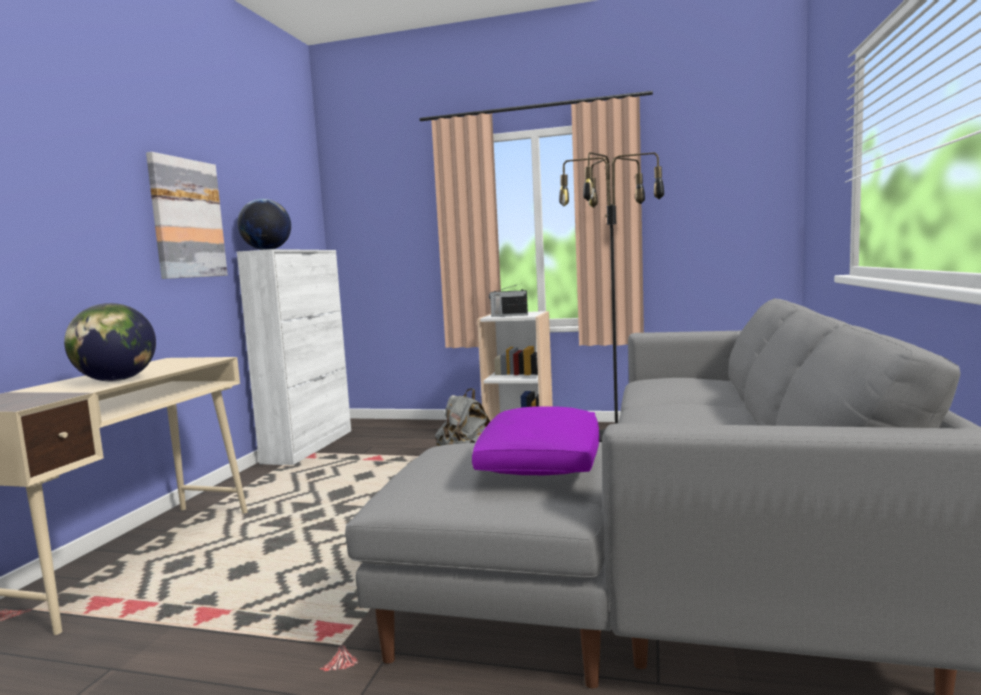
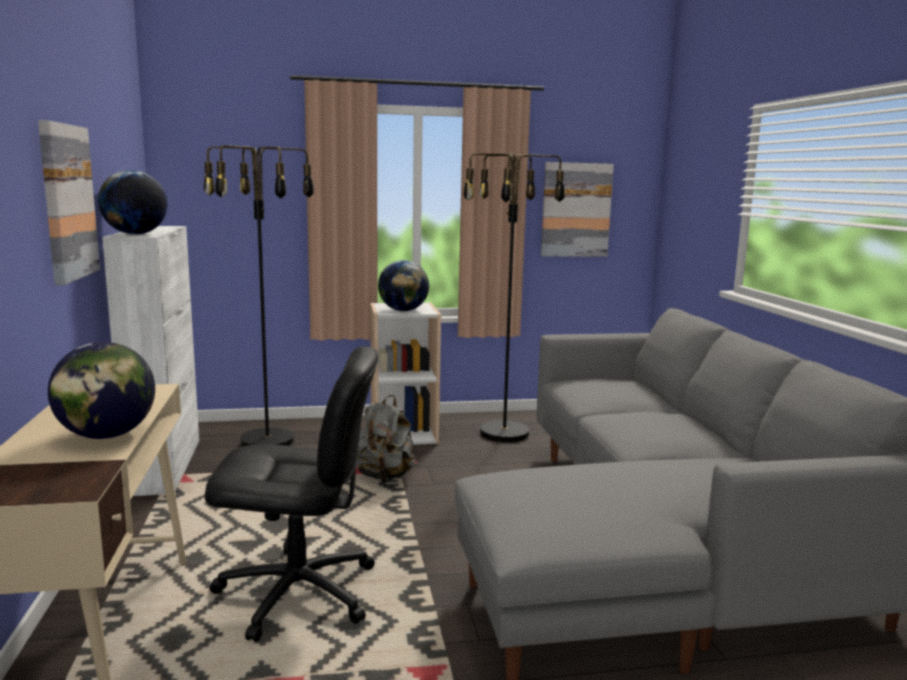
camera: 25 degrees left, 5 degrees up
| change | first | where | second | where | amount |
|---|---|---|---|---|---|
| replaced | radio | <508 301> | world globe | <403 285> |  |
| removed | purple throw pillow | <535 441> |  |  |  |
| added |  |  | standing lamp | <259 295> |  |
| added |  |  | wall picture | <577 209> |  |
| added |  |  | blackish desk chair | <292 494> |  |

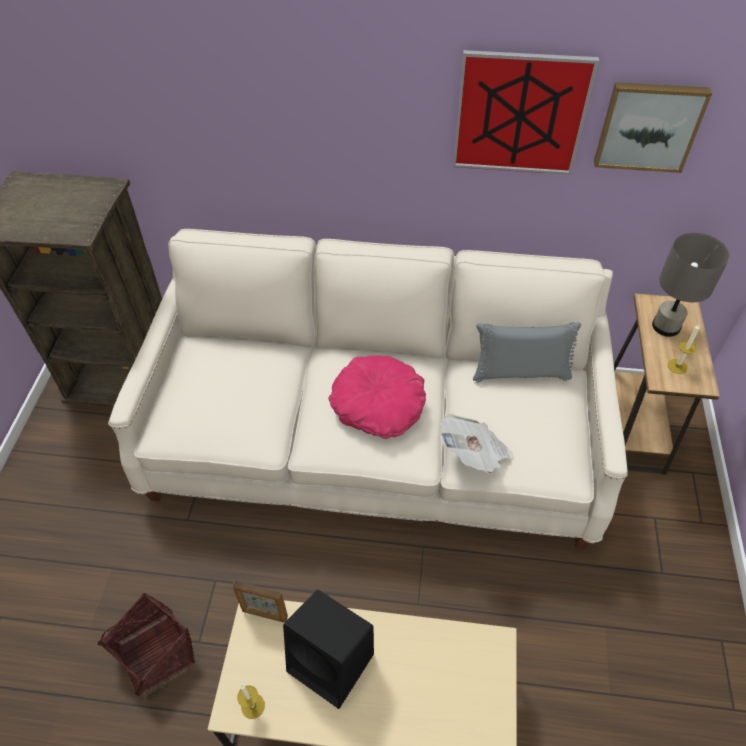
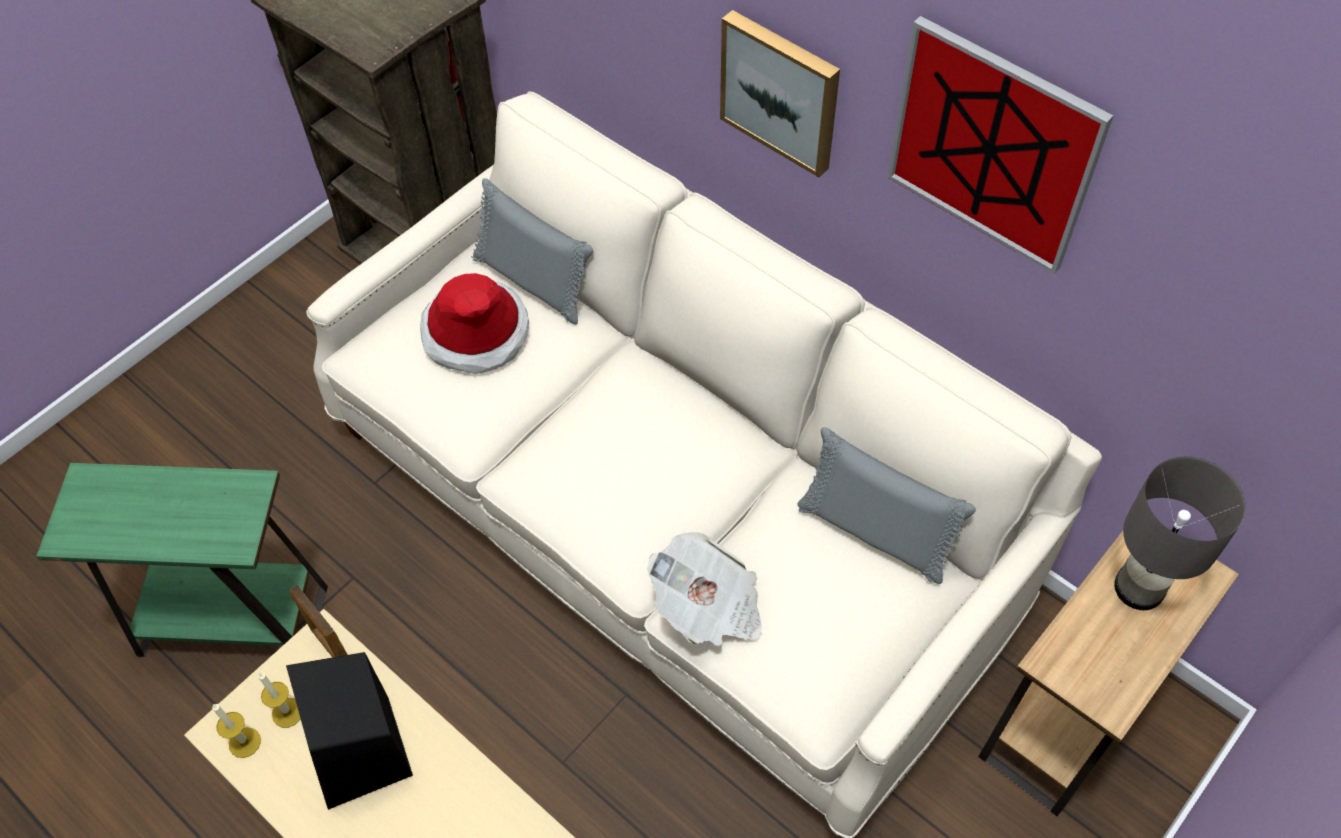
camera: 35 degrees right, 5 degrees up
| change | first | where | second | where | amount |
|---|---|---|---|---|---|
| moved | wall picture | <653 127> |  | <780 93> |  |
| moved | candle | <684 349> |  | <279 700> |  |
| removed | pink throw pillow | <377 397> |  |  |  |
| replaced | storage basket | <146 644> | green side table | <182 560> |  |
| added |  |  | grey throw pillow | <532 251> |  |
| added |  |  | clothing hat | <474 323> |  |

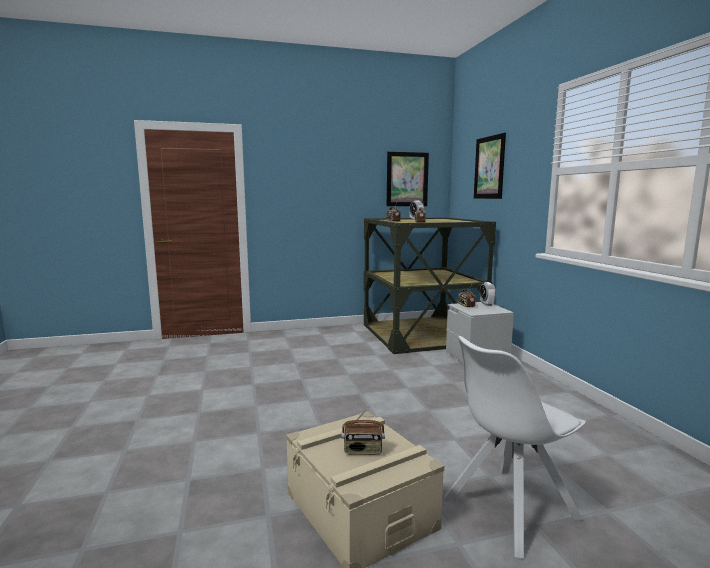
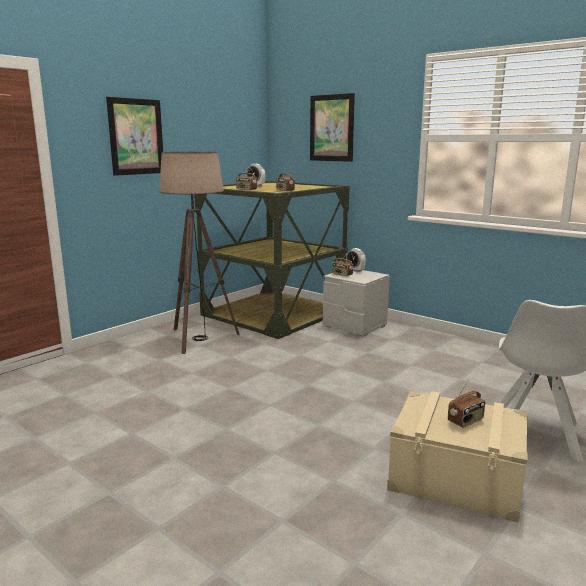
camera: 35 degrees left, 5 degrees up
| change | first | where | second | where | amount |
|---|---|---|---|---|---|
| moved | wall picture | <408 179> |  | <134 136> |  |
| added |  |  | standing lamp | <199 253> |  |

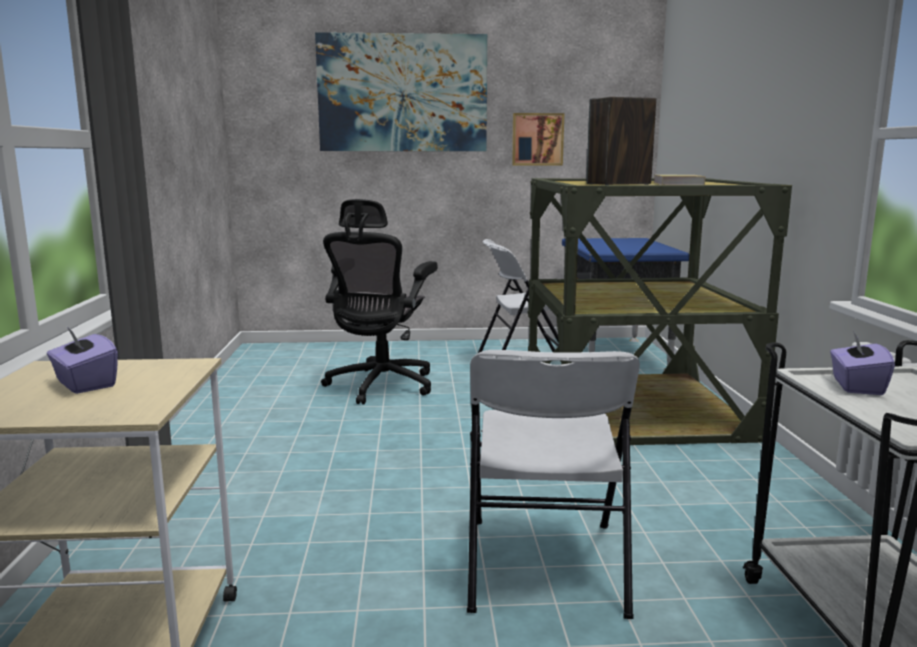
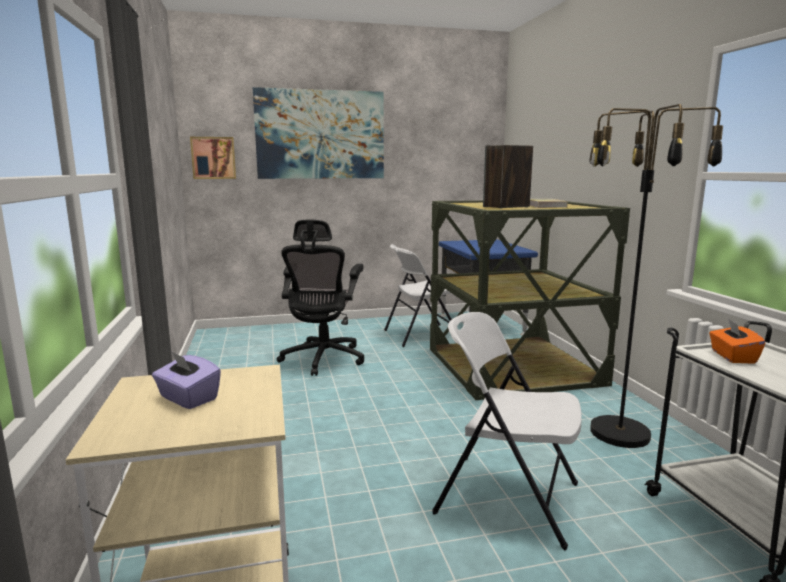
camera: 10 degrees left, 0 degrees up
| change | first | where | second | where | amount |
|---|---|---|---|---|---|
| moved | wall picture | <538 139> |  | <213 158> |  |
| recoloured | purple box of tissues | <862 363> | orangey box of tissues | <737 342> |  |
| turned | white chair | <553 484> |  | <507 431> | 120 degrees clockwise |
| added |  |  | standing lamp | <656 276> |  |

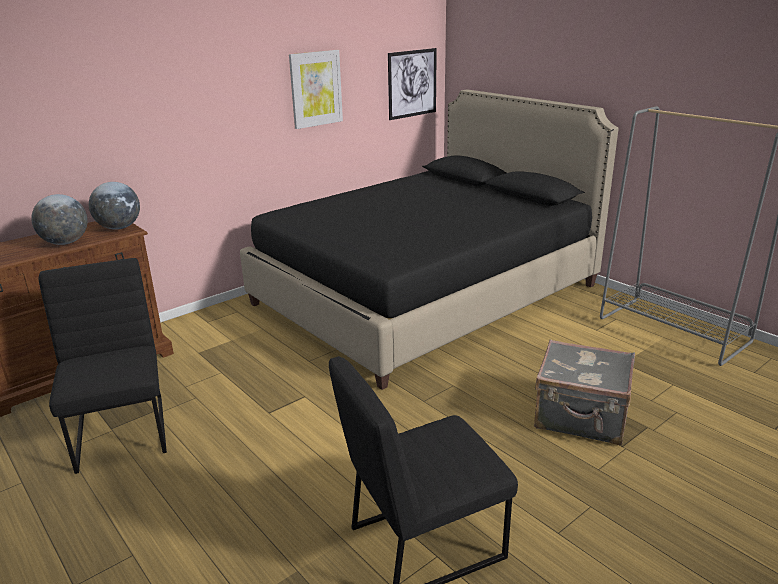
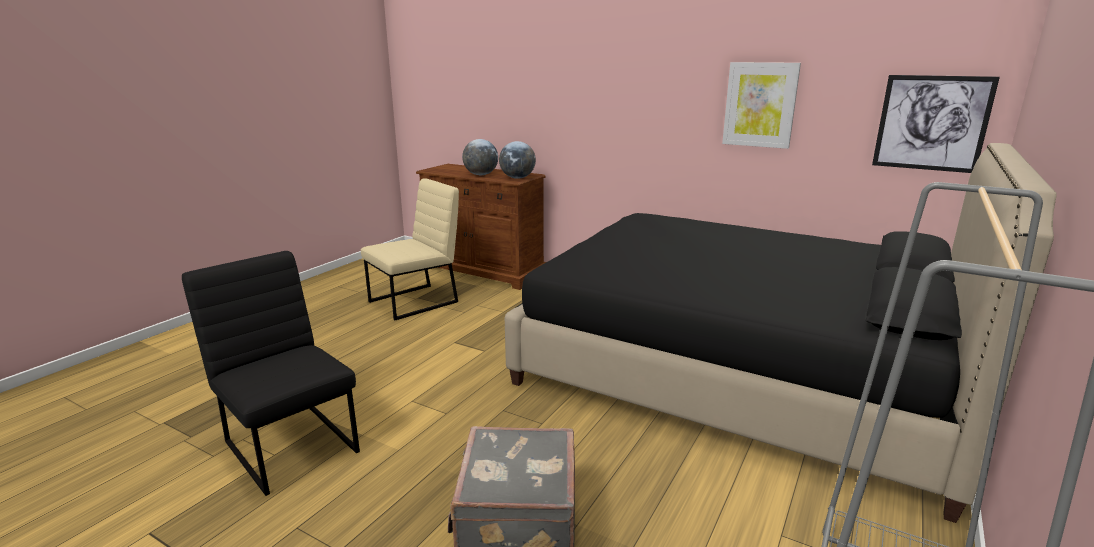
camera: 70 degrees right, 5 degrees down
| change | first | where | second | where | amount |
|---|---|---|---|---|---|
| recoloured | blackish chair | <103 366> | sand-coloured chair | <410 249> |  |

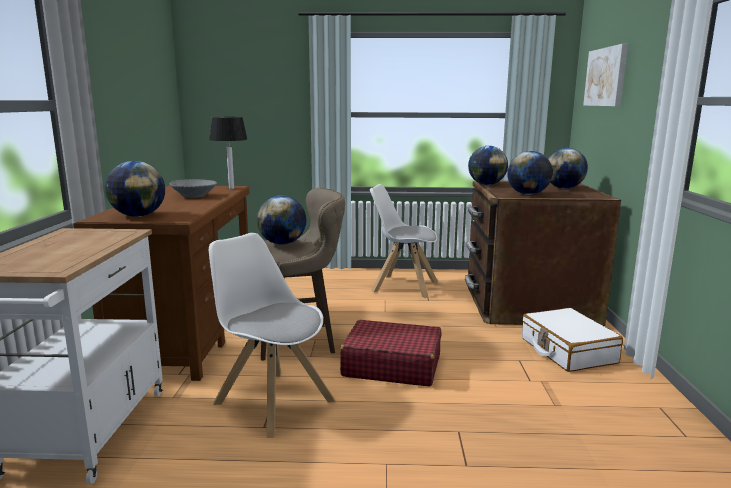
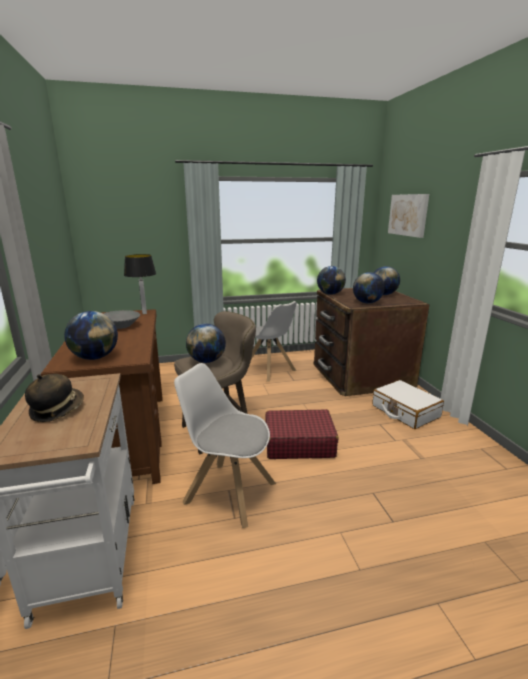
camera: 15 degrees left, 5 degrees up
| change | first | where | second | where | amount |
|---|---|---|---|---|---|
| turned | chair | <404 241> |  | <274 341> | 135 degrees counterclockwise |
| added |  |  | clothing hat | <54 398> |  |

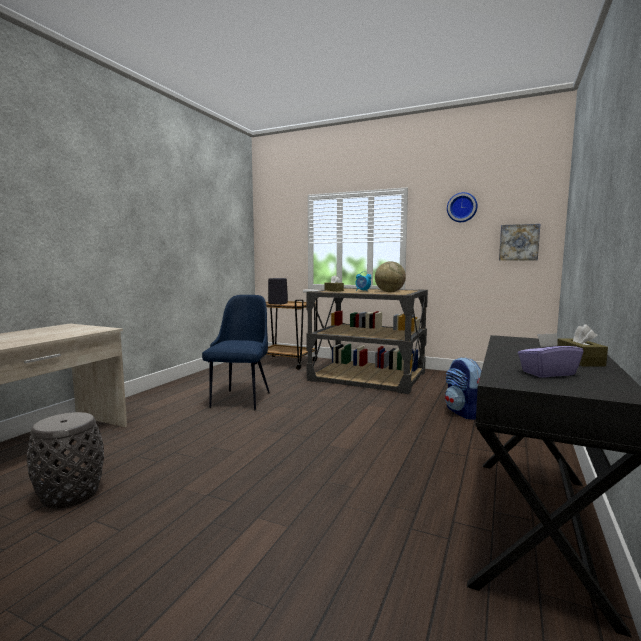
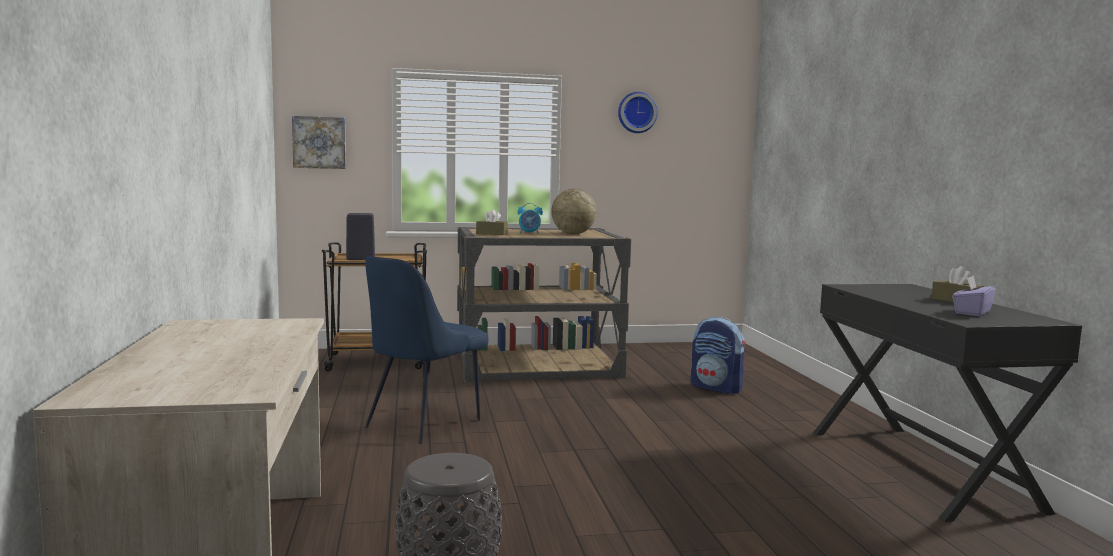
camera: 35 degrees left, 0 degrees up
| change | first | where | second | where | amount |
|---|---|---|---|---|---|
| moved | wall picture | <519 242> |  | <319 142> |  |
| turned | blue-coloured chair | <236 353> |  | <426 350> | 120 degrees counterclockwise |

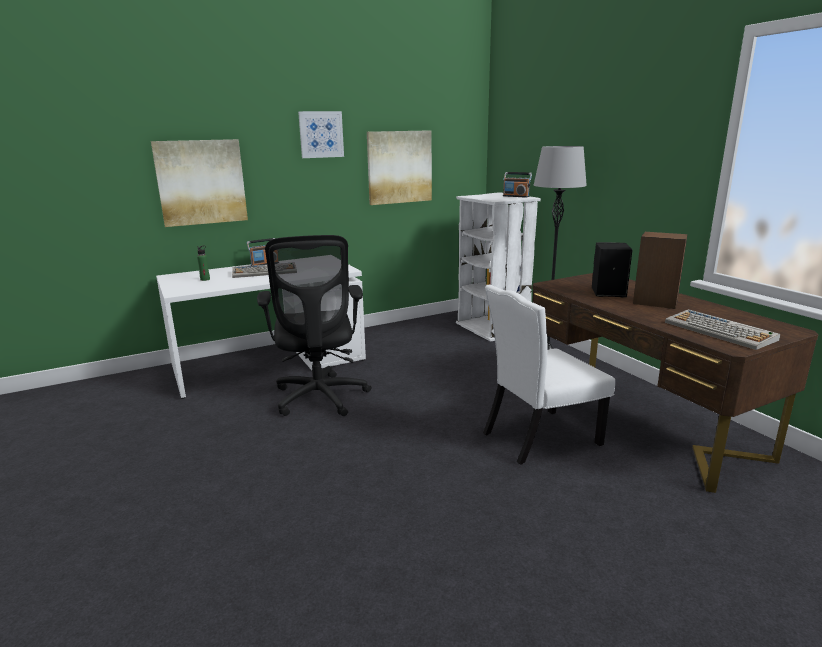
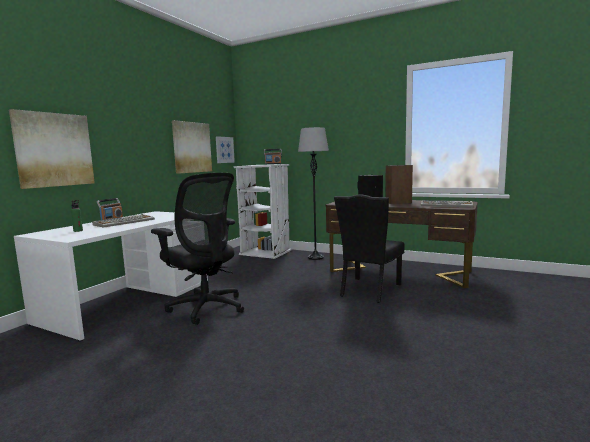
camera: 35 degrees left, 10 degrees down
| change | first | where | second | where | amount |
|---|---|---|---|---|---|
| moved | wall picture | <321 134> |  | <225 149> |  |
| recoloured | white chair | <549 375> | blackish chair | <369 248> |  |

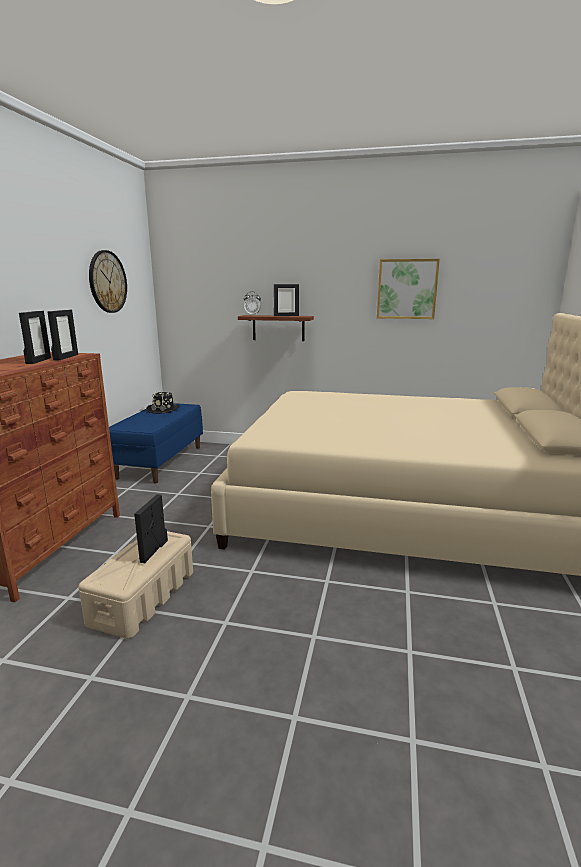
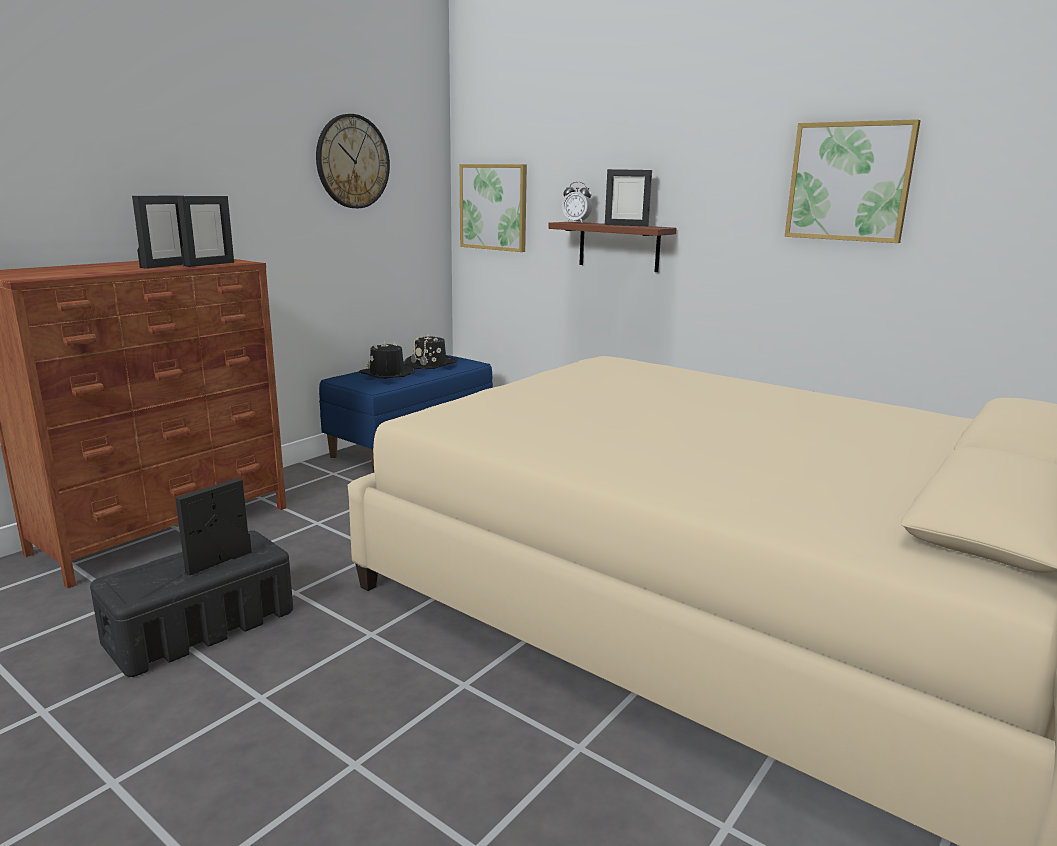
camera: 25 degrees right, 0 degrees up
| change | first | where | second | where | amount |
|---|---|---|---|---|---|
| recoloured | sand-coloured storage box | <135 585> | blackish storage box | <191 603> |  |
| added |  |  | wall picture | <493 208> |  |
| added |  |  | blackish clothing hat | <387 360> |  |

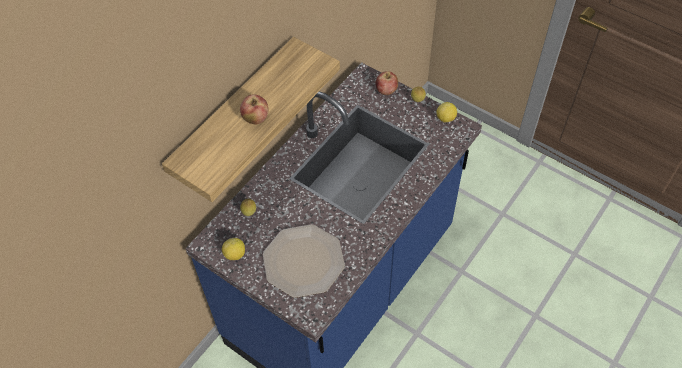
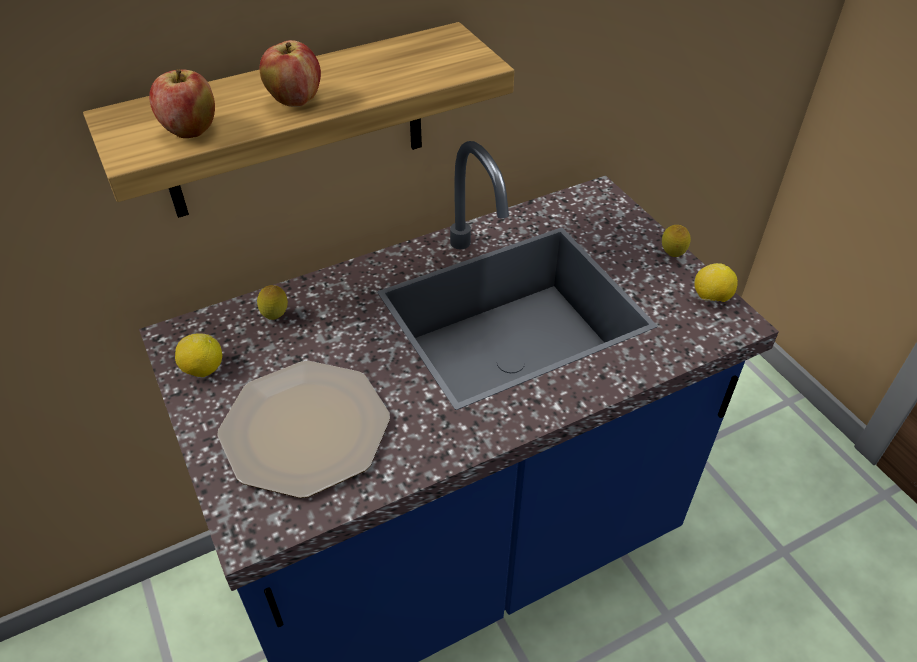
camera: 25 degrees right, 10 degrees down
| change | first | where | second | where | amount |
|---|---|---|---|---|---|
| moved | apple | <387 83> |  | <182 103> |  |

